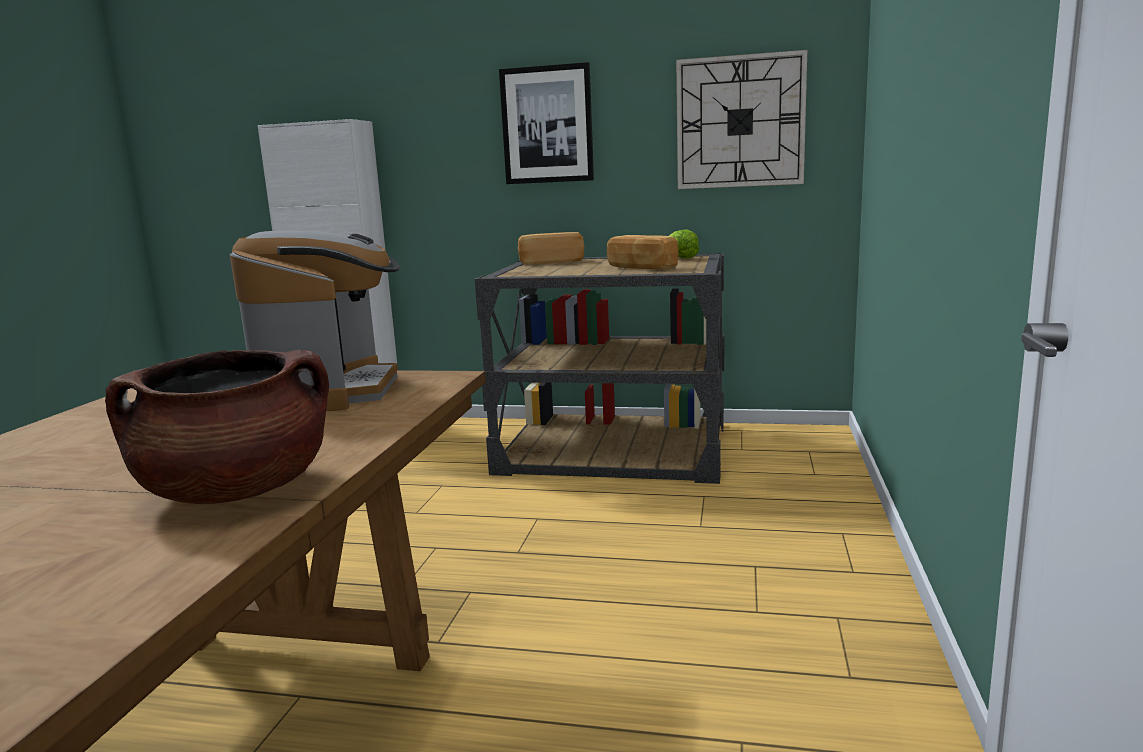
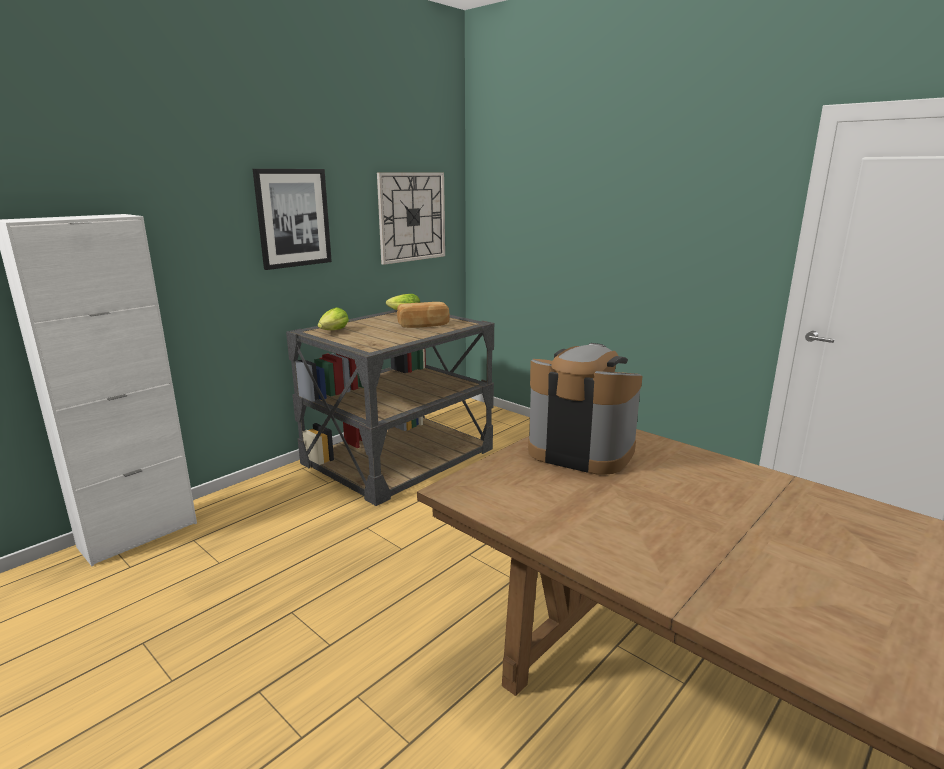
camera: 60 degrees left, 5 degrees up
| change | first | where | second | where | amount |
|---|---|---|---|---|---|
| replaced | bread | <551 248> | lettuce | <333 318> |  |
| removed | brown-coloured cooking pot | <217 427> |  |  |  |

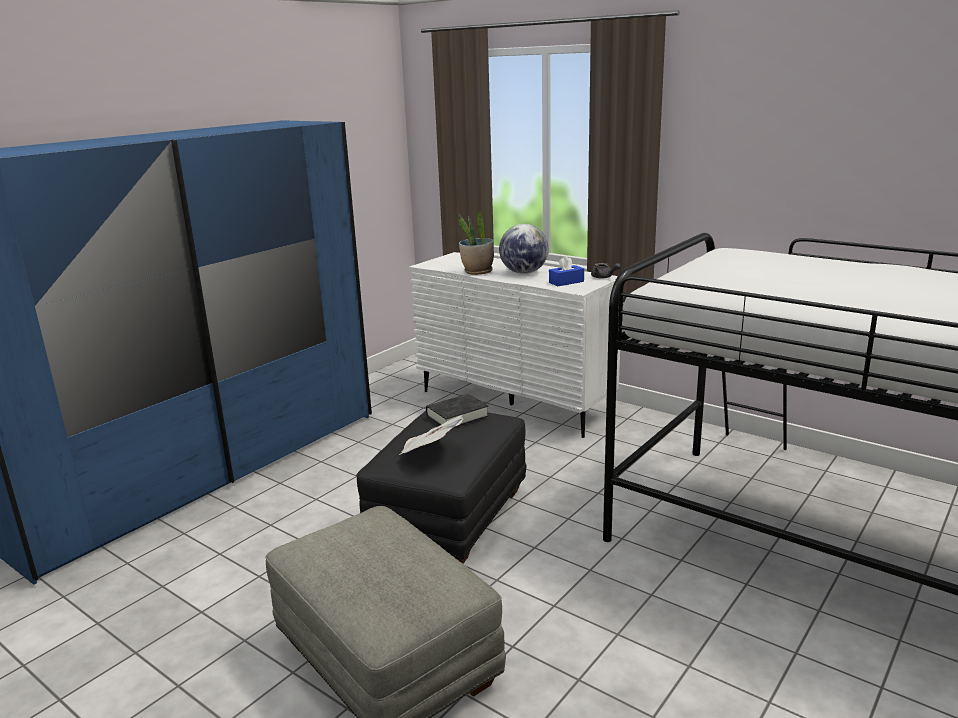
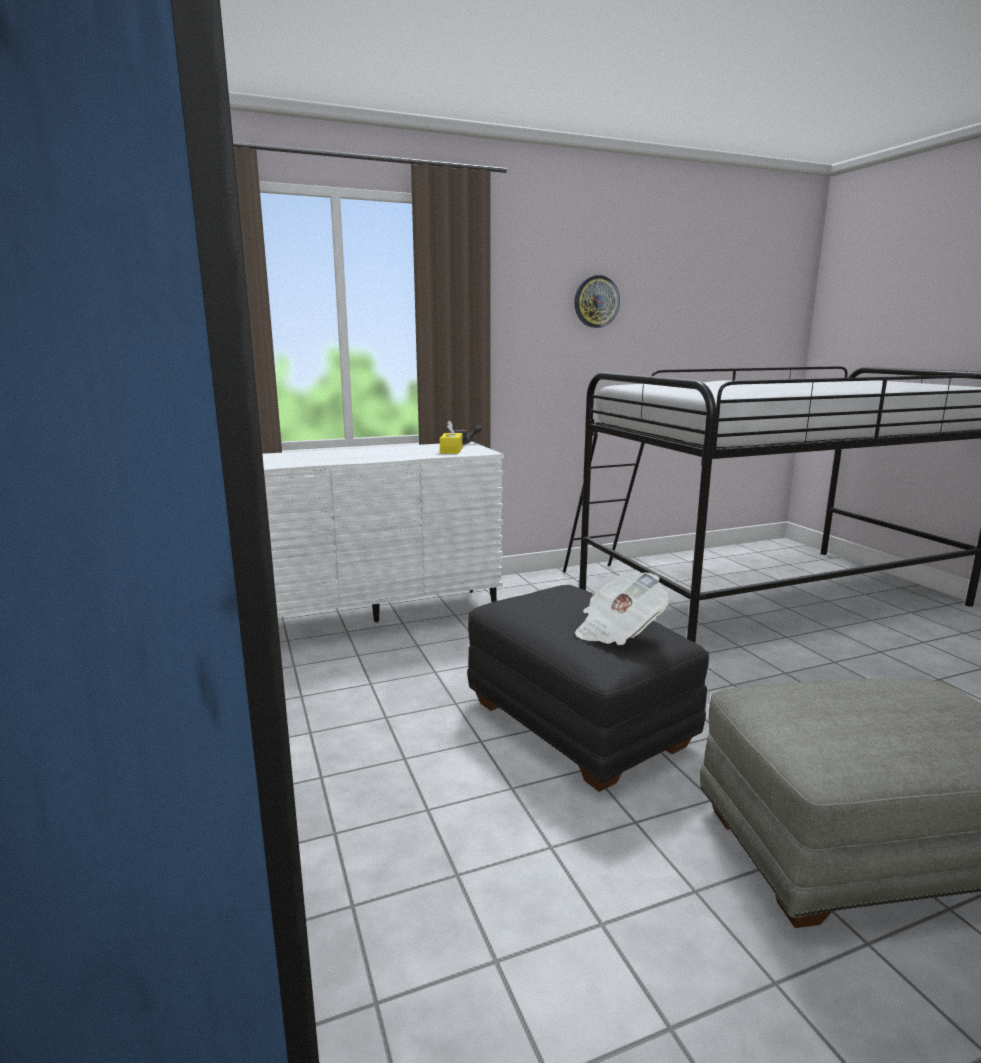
camera: 60 degrees left, 5 degrees down
| change | first | where | second | where | amount |
|---|---|---|---|---|---|
| removed | potted plant | <476 243> |  |  |  |
| removed | world globe | <524 249> |  |  |  |
| recoloured | blue-coloured box of tissues | <566 271> | yellow box of tissues | <451 437> |  |
| removed | blackish bound book | <457 410> |  |  |  |
| added |  |  | clock on the wall | <597 301> |  |

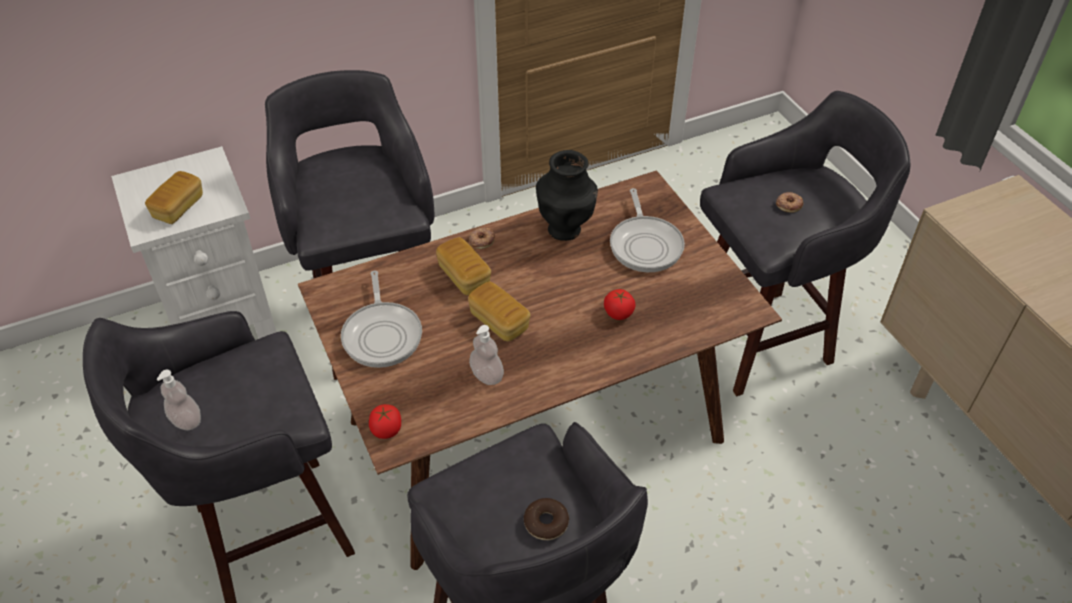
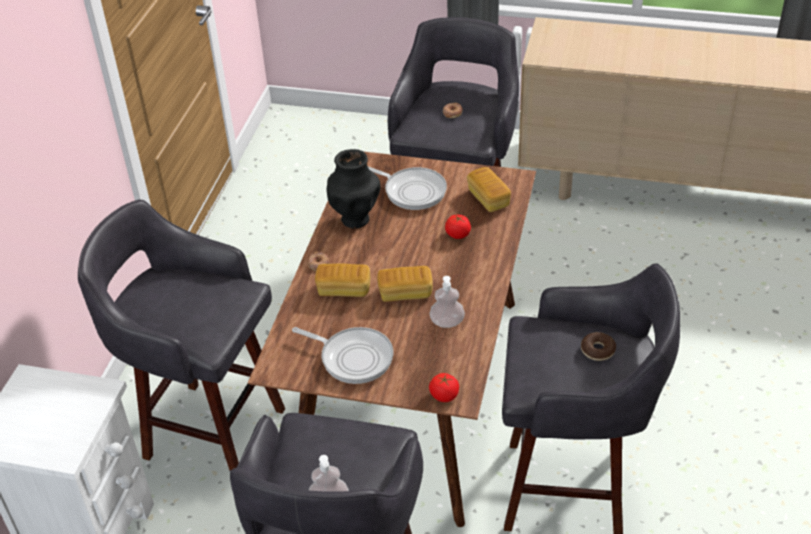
camera: 50 degrees left, 5 degrees down
| change | first | where | second | where | amount |
|---|---|---|---|---|---|
| moved | bread | <174 197> |  | <489 189> |  |

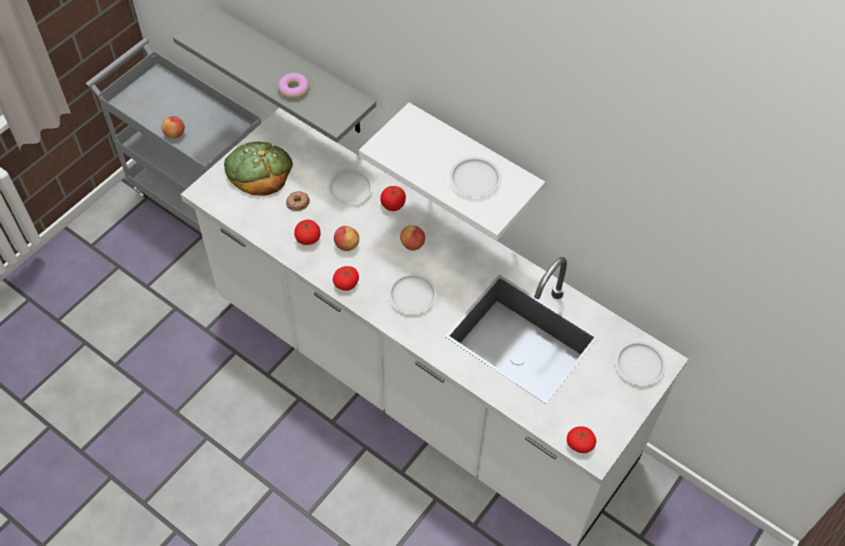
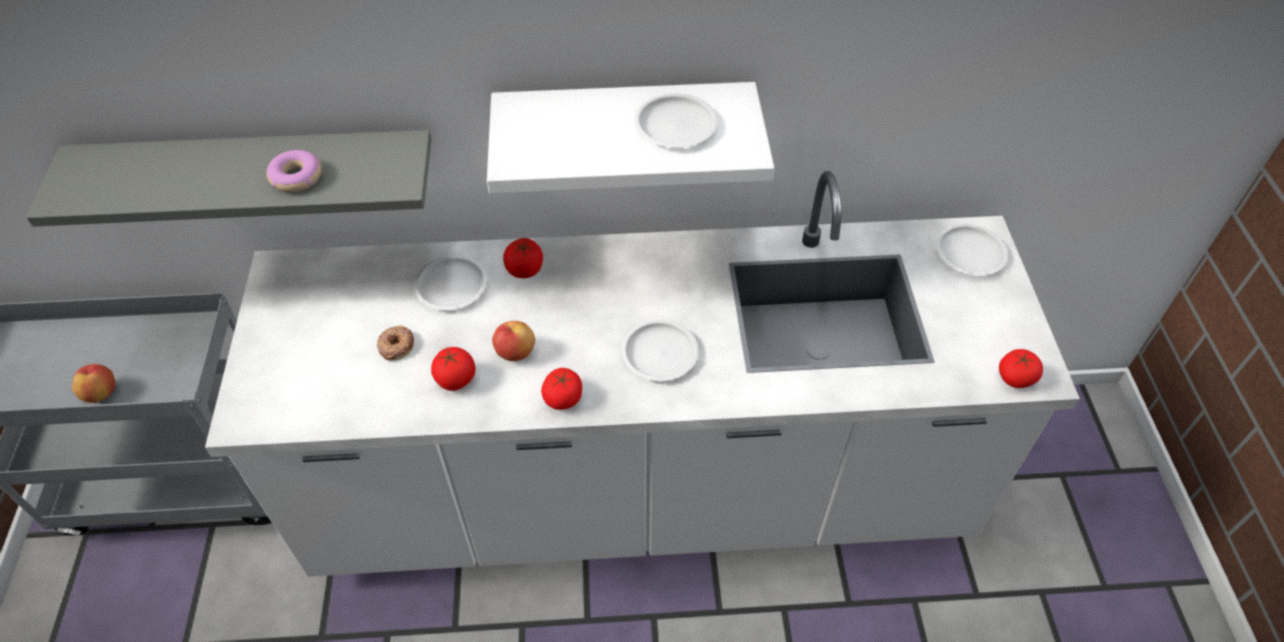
camera: 40 degrees left, 5 degrees down
| change | first | where | second | where | amount |
|---|---|---|---|---|---|
| removed | bread | <258 169> |  |  |  |
| removed | apple | <412 238> |  |  |  |

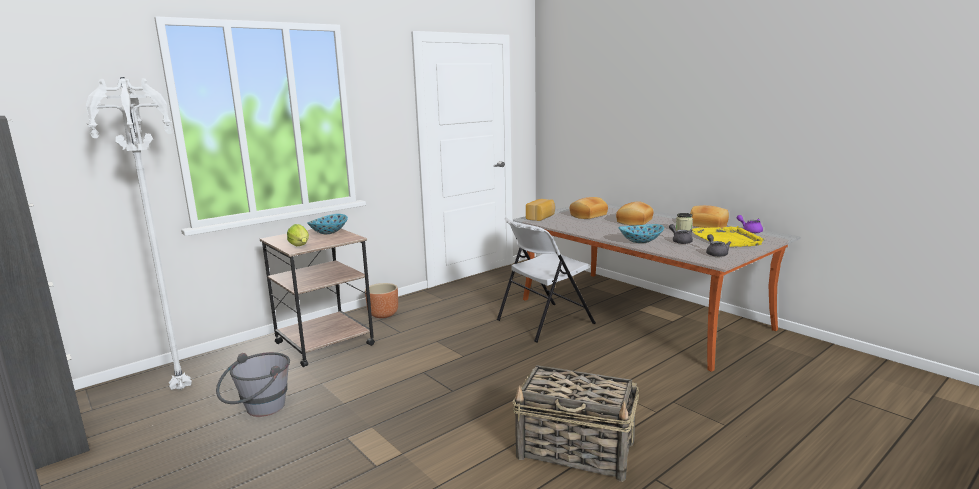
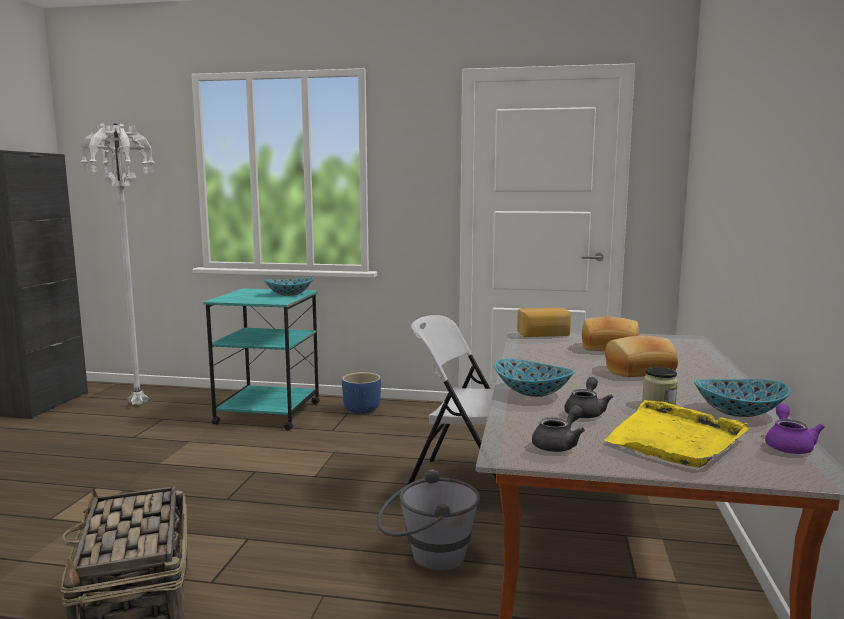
camera: 50 degrees right, 5 degrees down
| change | first | where | second | where | amount |
|---|---|---|---|---|---|
| replaced | bread | <709 217> | bowl | <742 398> |  |
| removed | lettuce | <298 235> |  |  |  |
| recoloured | brown-coloured trolley | <317 298> | turquoise-coloured trolley | <261 359> |  |
| recoloured | brown-coloured planter | <381 300> | blue-coloured planter | <361 393> |  |
| moved | grey water bucket | <253 384> |  | <428 520> |  |

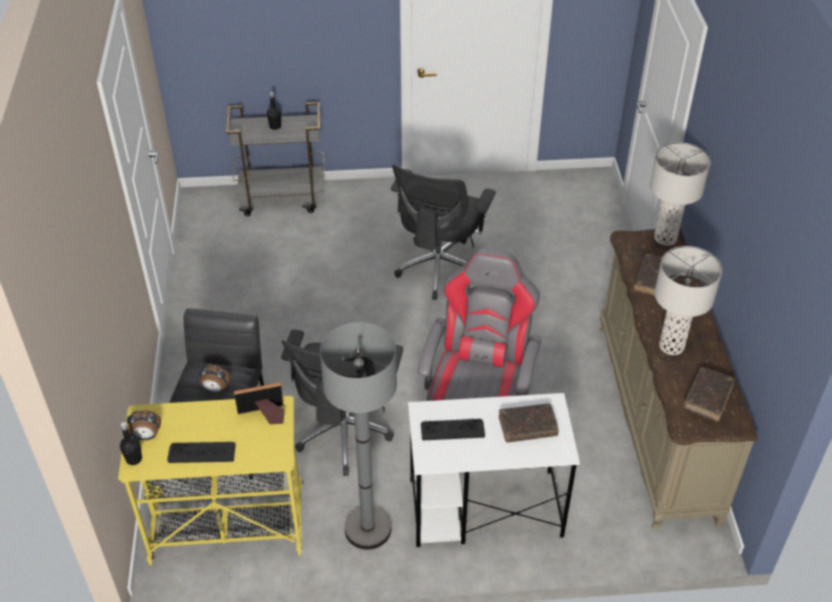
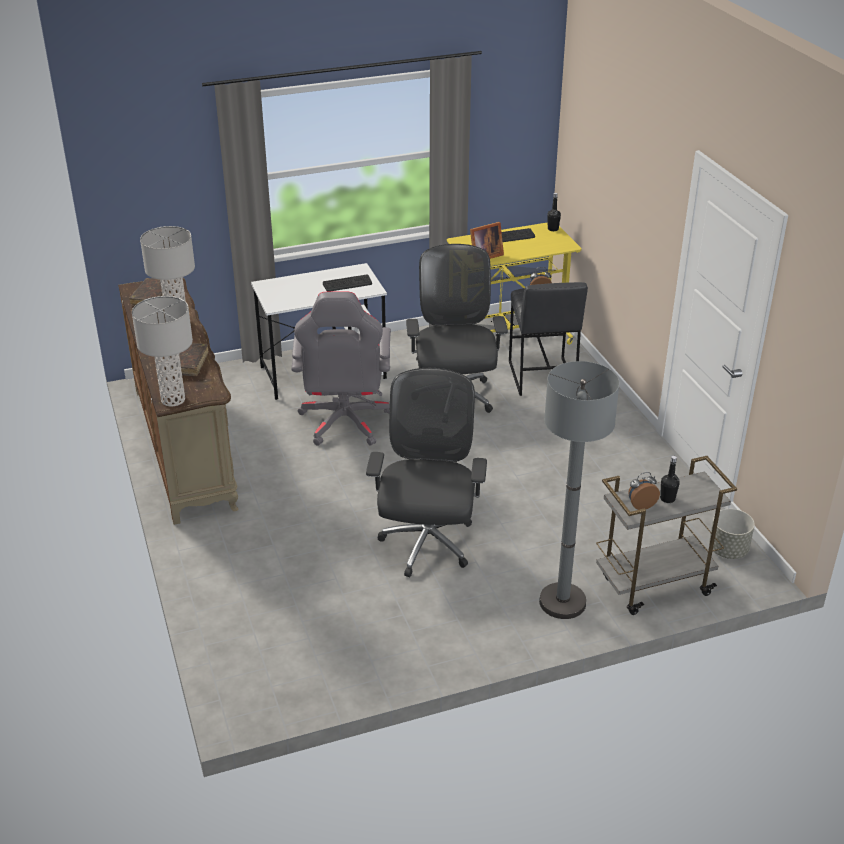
camera: 165 degrees right, 10 degrees down
| change | first | where | second | where | amount |
|---|---|---|---|---|---|
| moved | grey standing lamp | <358 436> |  | <579 490> |  |
| removed | brown-coloured bound book | <529 423> |  |  |  |
| moved | bedside clock | <144 425> |  | <644 491> |  |
| added |  |  | grey planter | <732 534> |  |

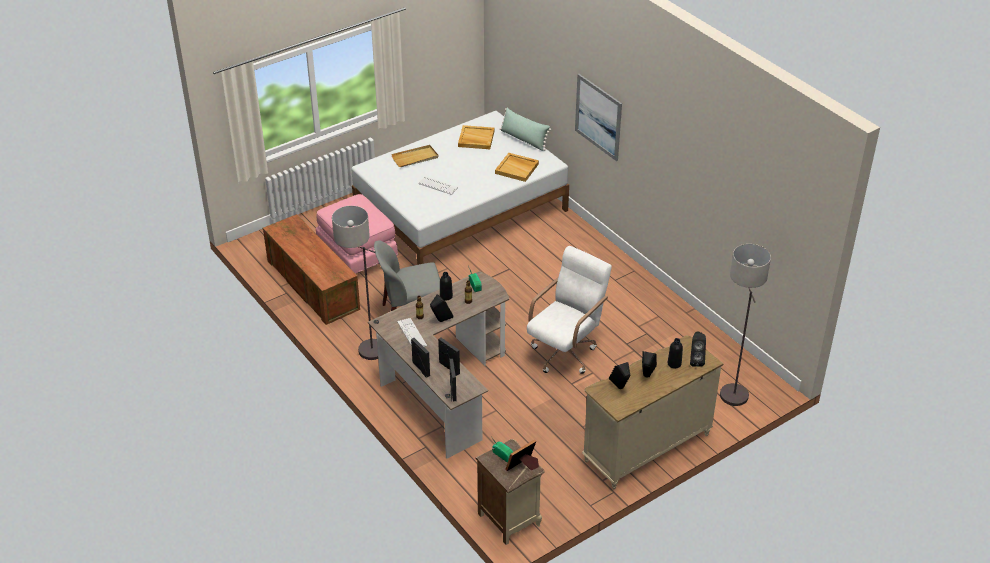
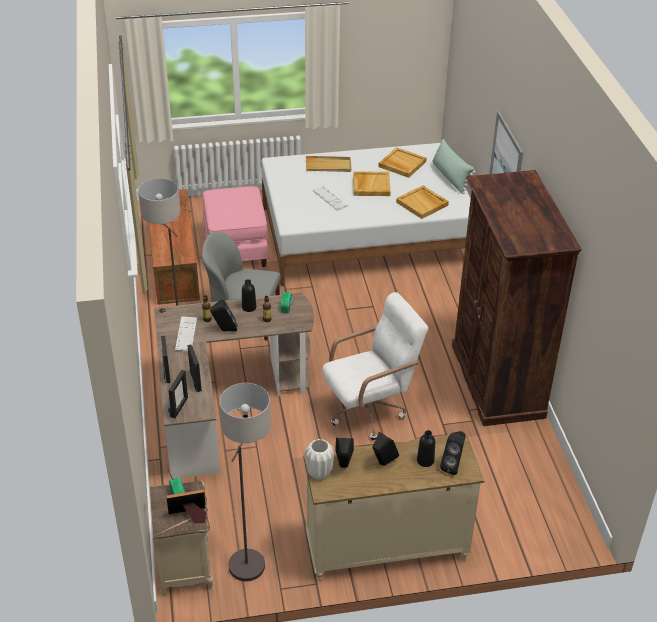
camera: 25 degrees right, 0 degrees up
| change | first | where | second | where | amount |
|---|---|---|---|---|---|
| moved | grey standing lamp | <745 325> |  | <245 482> |  |
| added |  |  | brown-coloured armoire | <517 298> |  |
| added |  |  | sand-coloured tray | <372 183> |  |
| added |  |  | white flower vase | <319 459> |  |

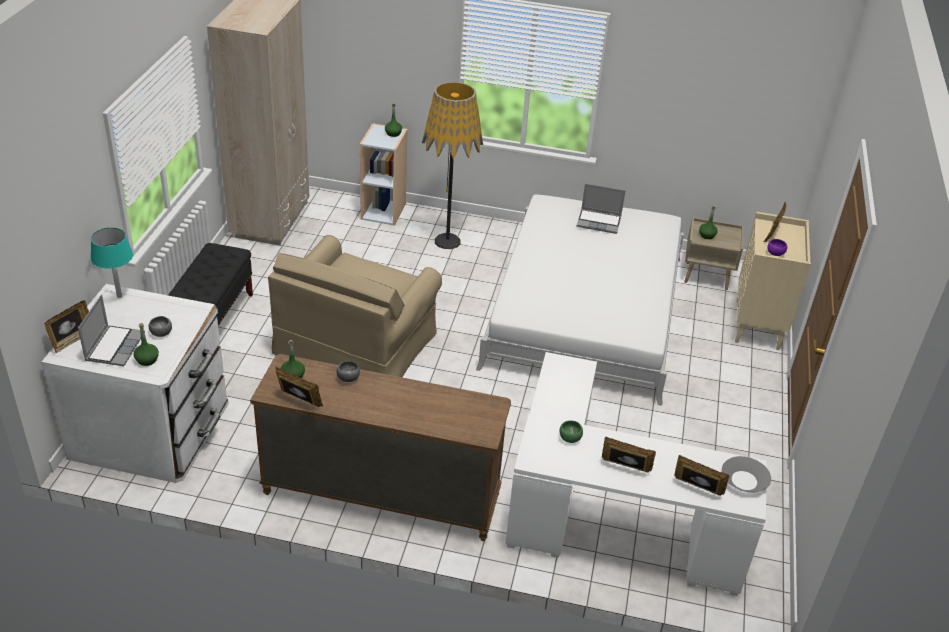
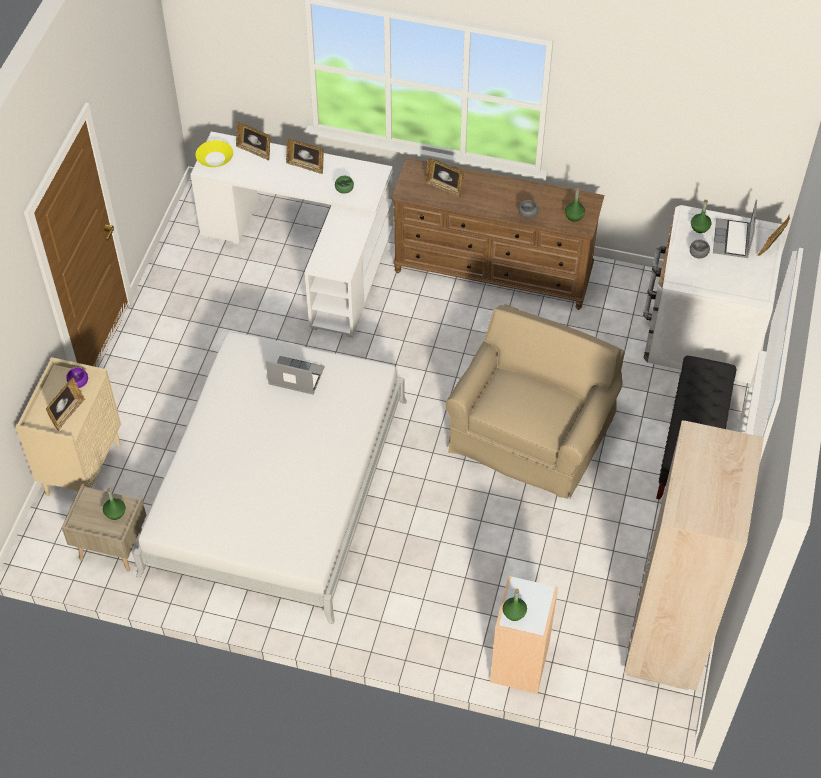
camera: 175 degrees left, 15 degrees up
| change | first | where | second | where | amount |
|---|---|---|---|---|---|
| removed | standing lamp | <452 165> |  |  |  |
| moved | notebook computer | <601 209> |  | <295 375> |  |
| removed | turquoise-coloured table lamp | <112 262> |  |  |  |
| moved | picture frame | <299 386> |  | <444 178> |  |
| recoloured | grey bowl | <746 474> | yellow bowl | <214 153> |  |

